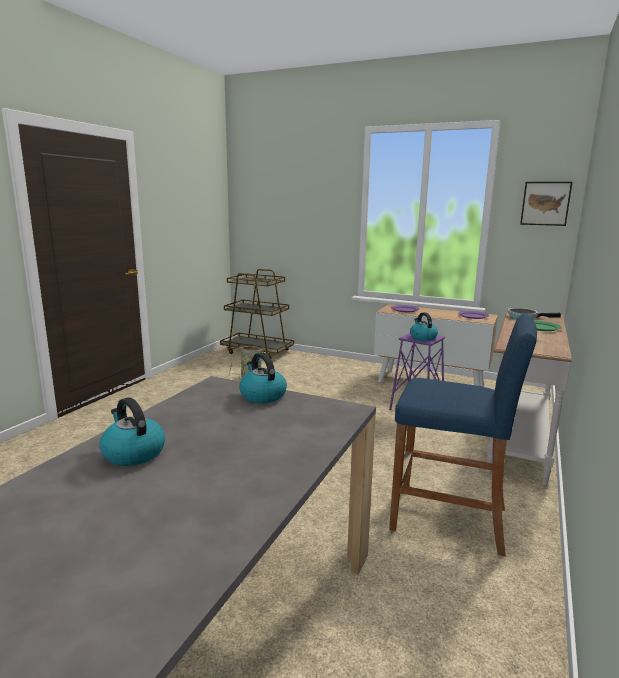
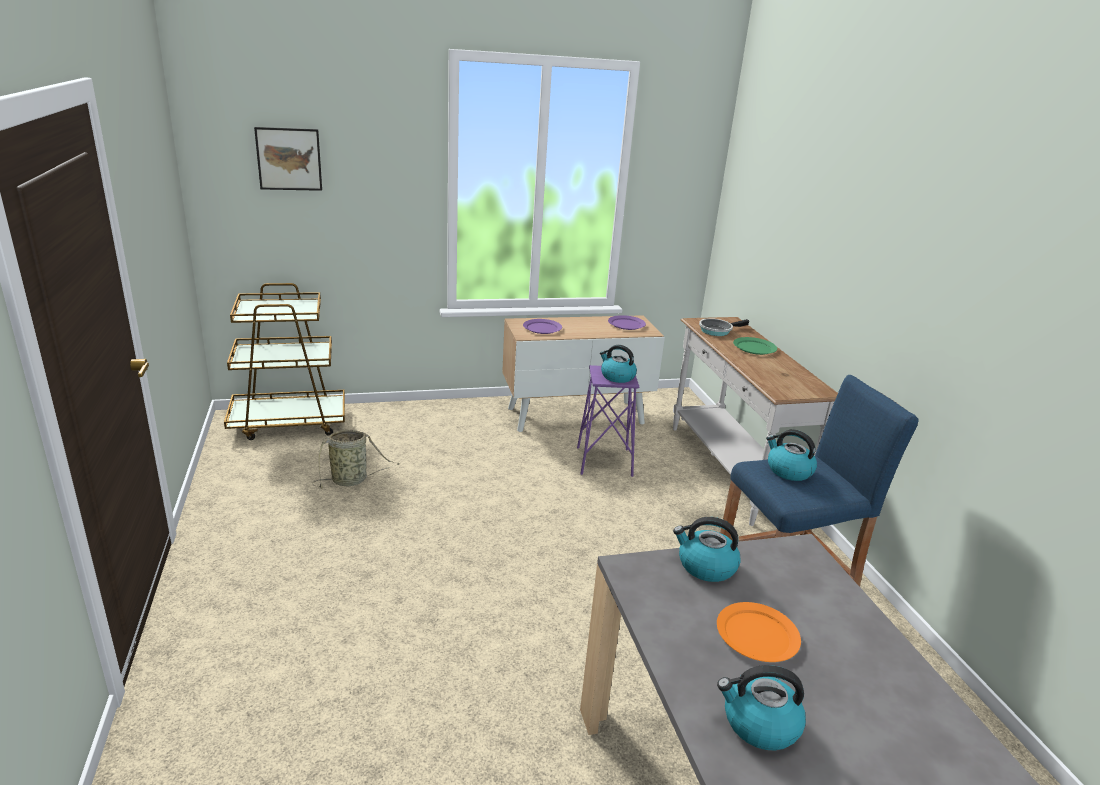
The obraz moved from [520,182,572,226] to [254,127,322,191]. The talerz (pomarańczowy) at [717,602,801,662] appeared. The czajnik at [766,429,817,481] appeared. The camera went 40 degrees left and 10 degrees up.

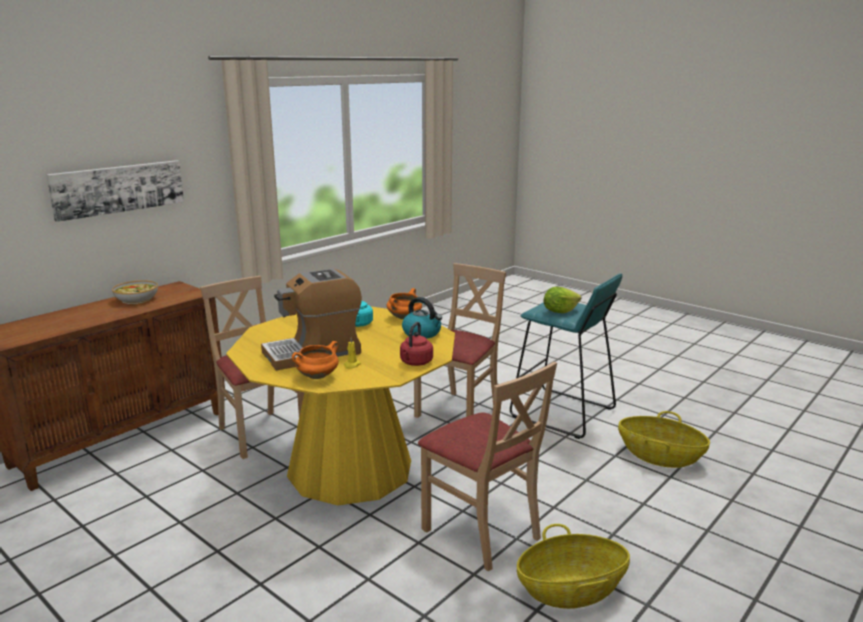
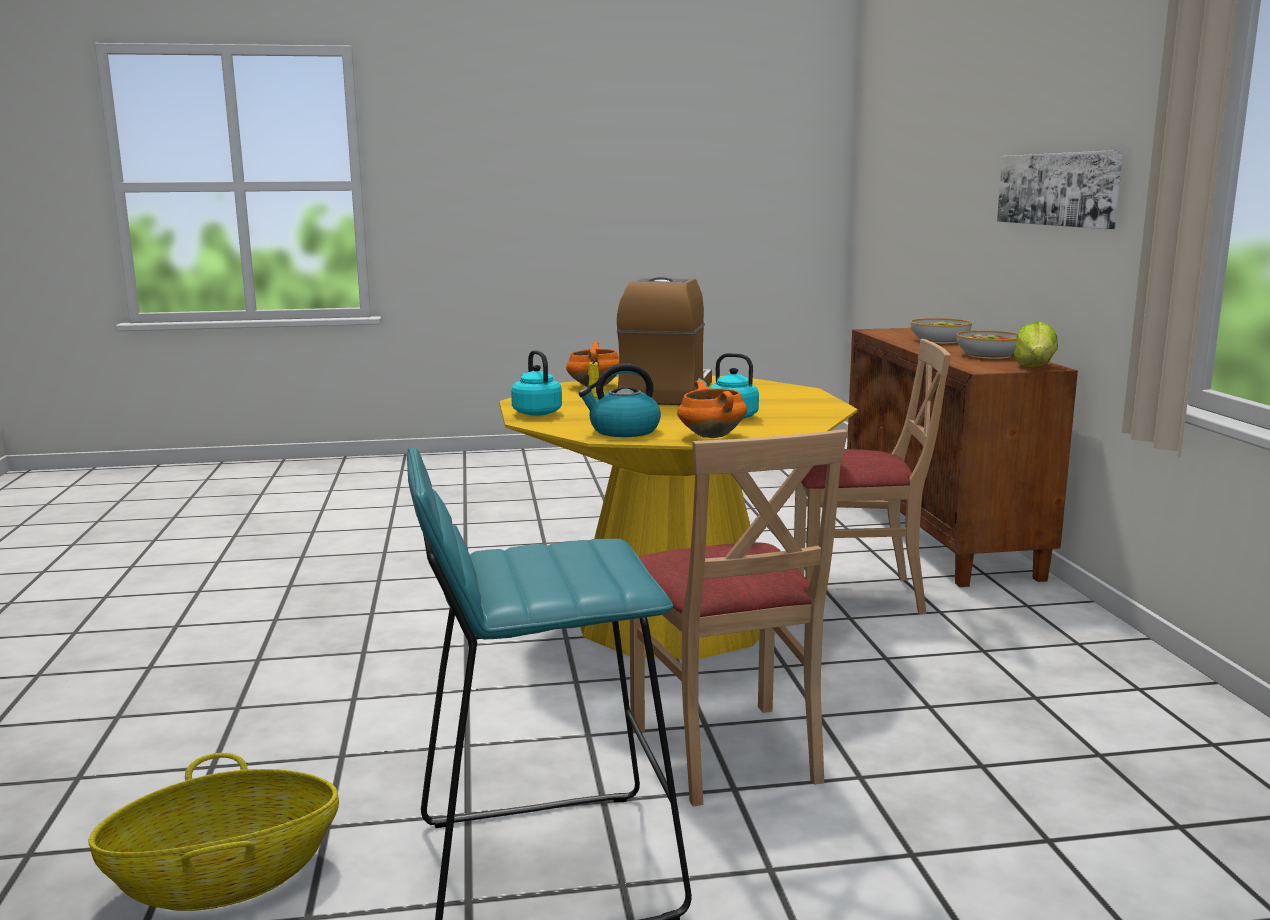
The czajnik (czerwony) at [400,322,433,366] became the czajnik (turkusowy) at [511,350,562,416]. The miska at [911,318,972,343] appeared. The sałata moved from [544,287,582,313] to [1014,322,1058,367]. The krzesło (beżowy) at [418,361,557,572] disappeared. The koszyk at [517,524,630,609] disappeared. The camera went 130 degrees right and 5 degrees down.

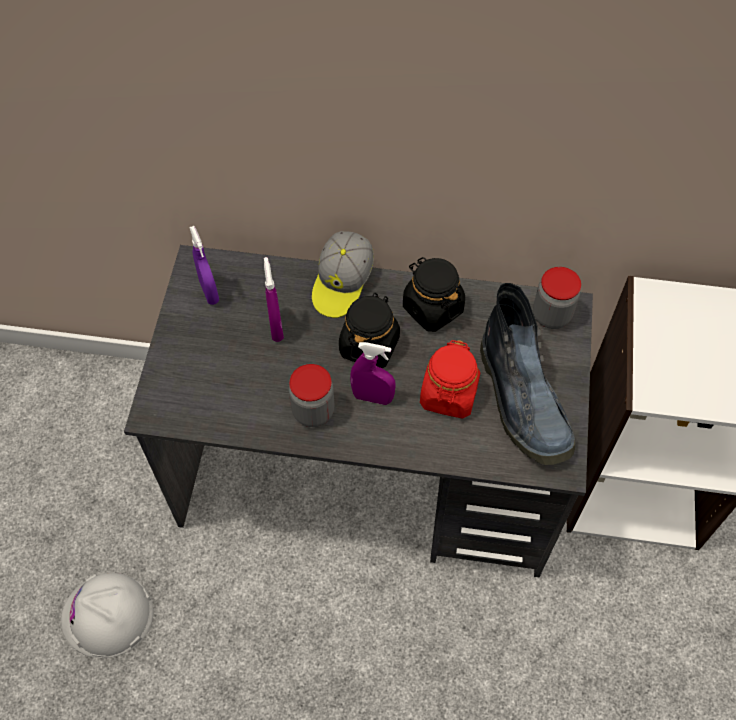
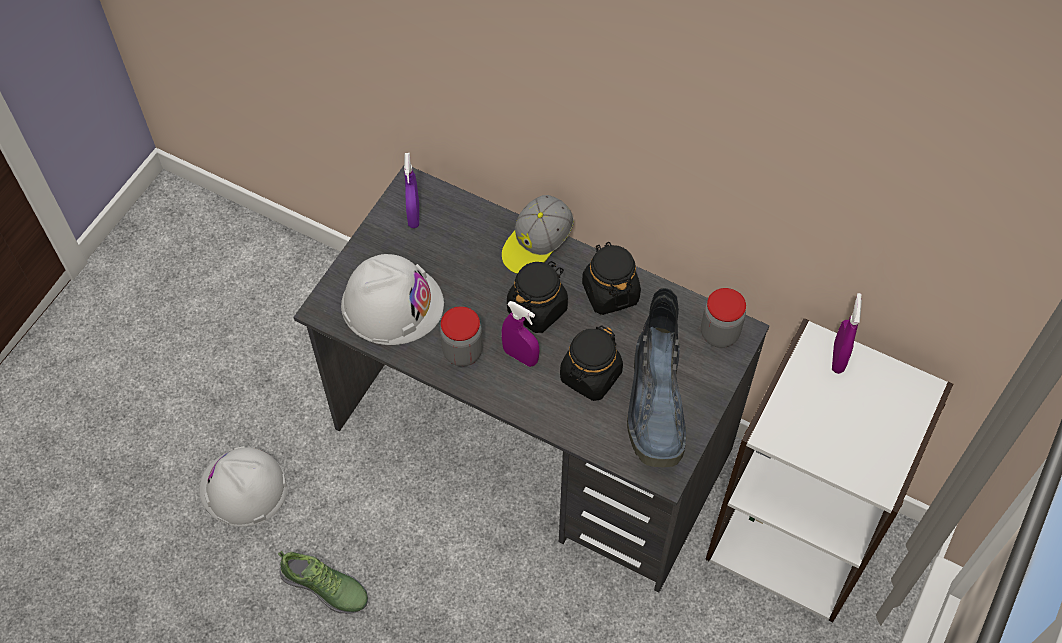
The but at [278,551,368,614] appeared. The kask (biały) at [341,254,444,345] appeared. The słoik (czerwony) at [420,340,480,419] became the słoik (czarny) at [560,325,623,401]. The spryskiwacz (fioletowy) moved from [264,257,284,342] to [832,293,862,374]. The camera went 20 degrees right and 0 degrees up.

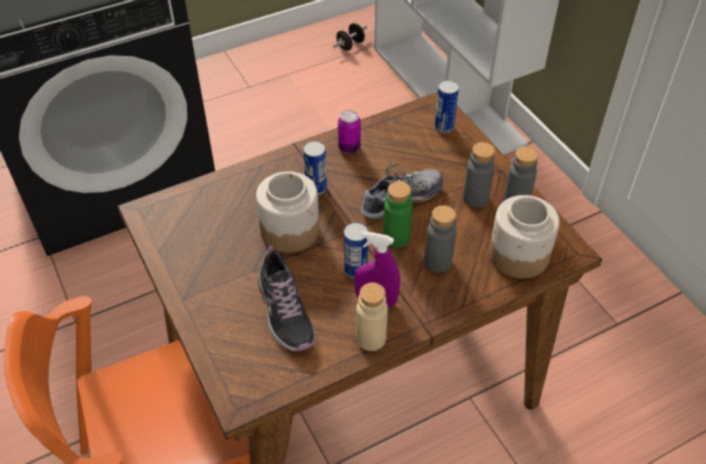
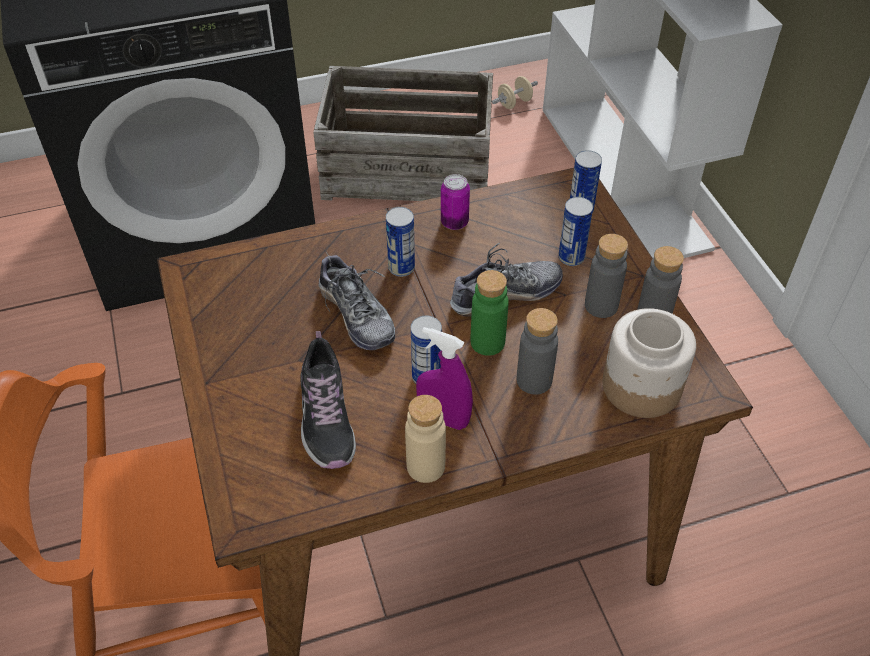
The skrzynka at [313,66,493,201] appeared. The słoik at [256,171,319,253] was replaced by the but at [318,252,395,350]. The hantel (czarny) at [333,23,367,51] became the hantel (beżowy) at [492,76,538,109]. The puszka at [558,197,593,266] appeared. The camera went 10 degrees right and 0 degrees up.

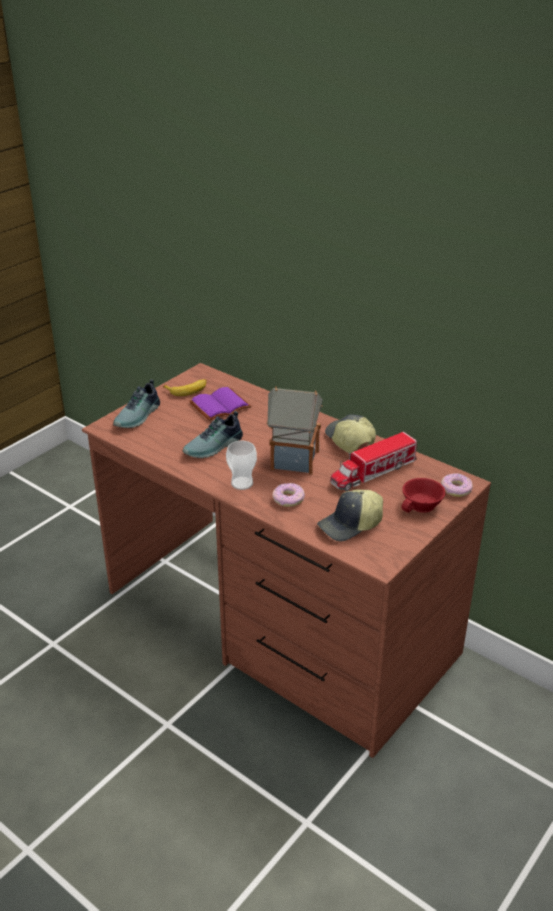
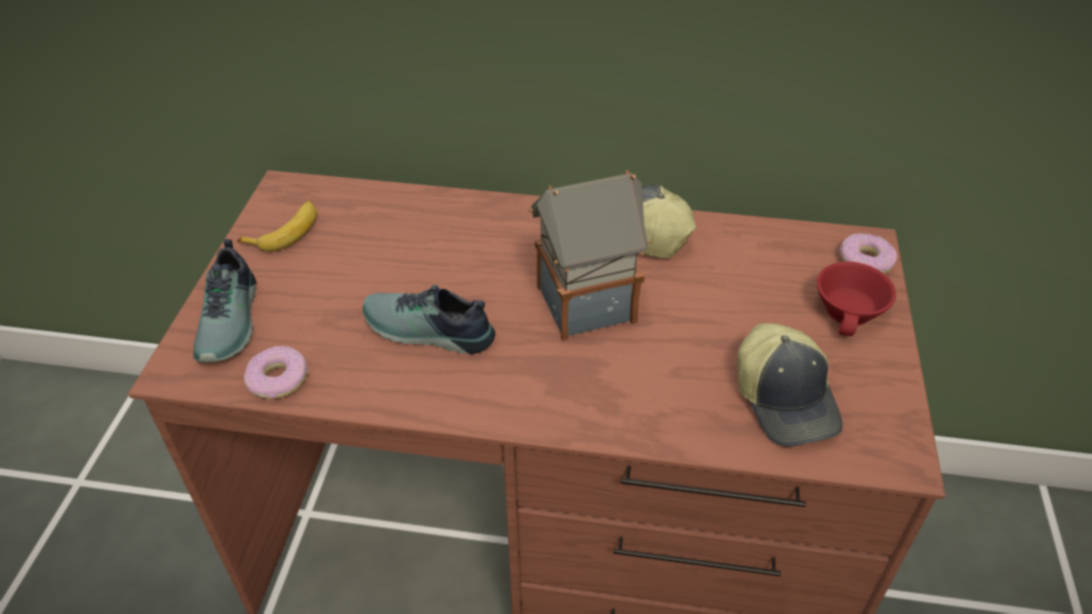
The donut moved from [272,483,305,507] to [244,346,308,399]. The but at [183,411,243,458] turned 90 degrees clockwise. The czapka z daszkiem at [317,489,383,541] turned 45 degrees counterclockwise. The książka (fioletowy) at [189,387,252,421] disappeared. The filiżanka at [226,441,257,490] disappeared. The ciężarówka zabawkowa at [330,432,417,491] disappeared. The camera went 30 degrees left and 10 degrees up.

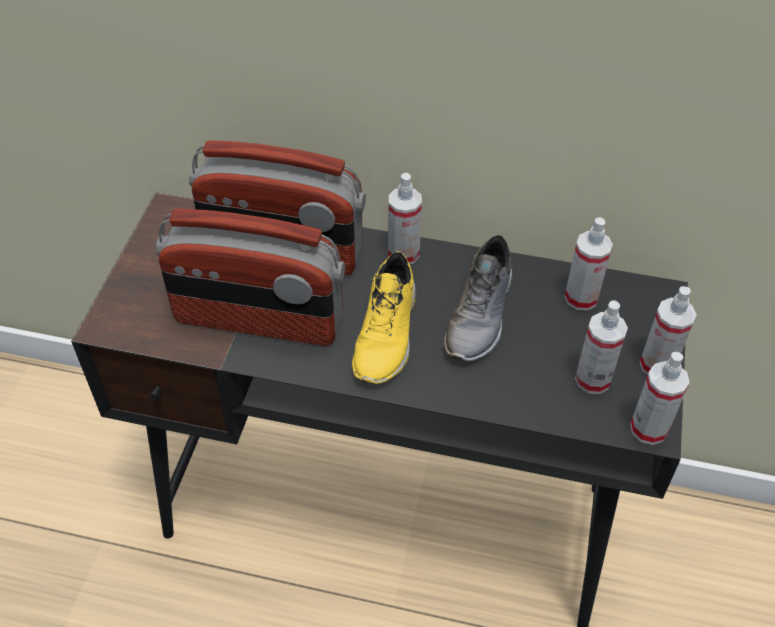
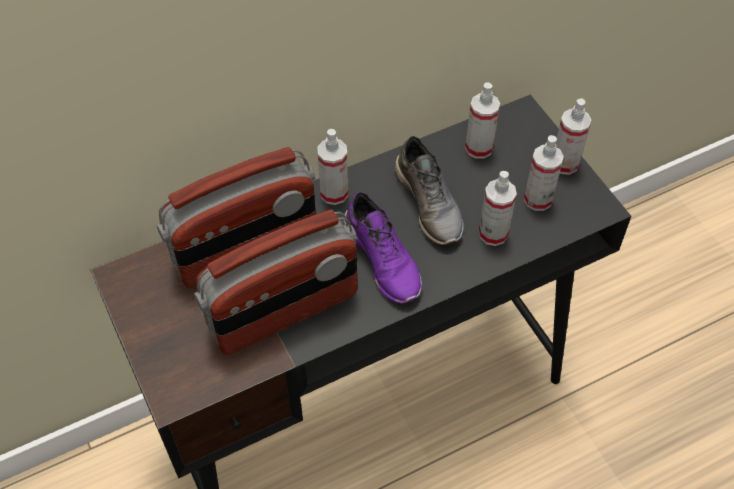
The but (żółty) at [352,251,416,384] became the but (fioletowy) at [343,192,422,304]. The spryskiwacz moved from [630,352,690,445] to [479,171,517,246]. The camera went 40 degrees left and 5 degrees up.

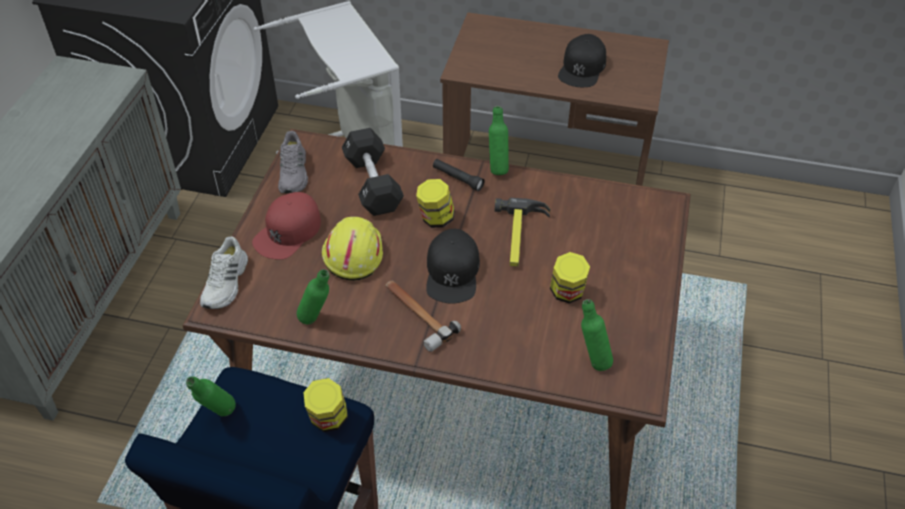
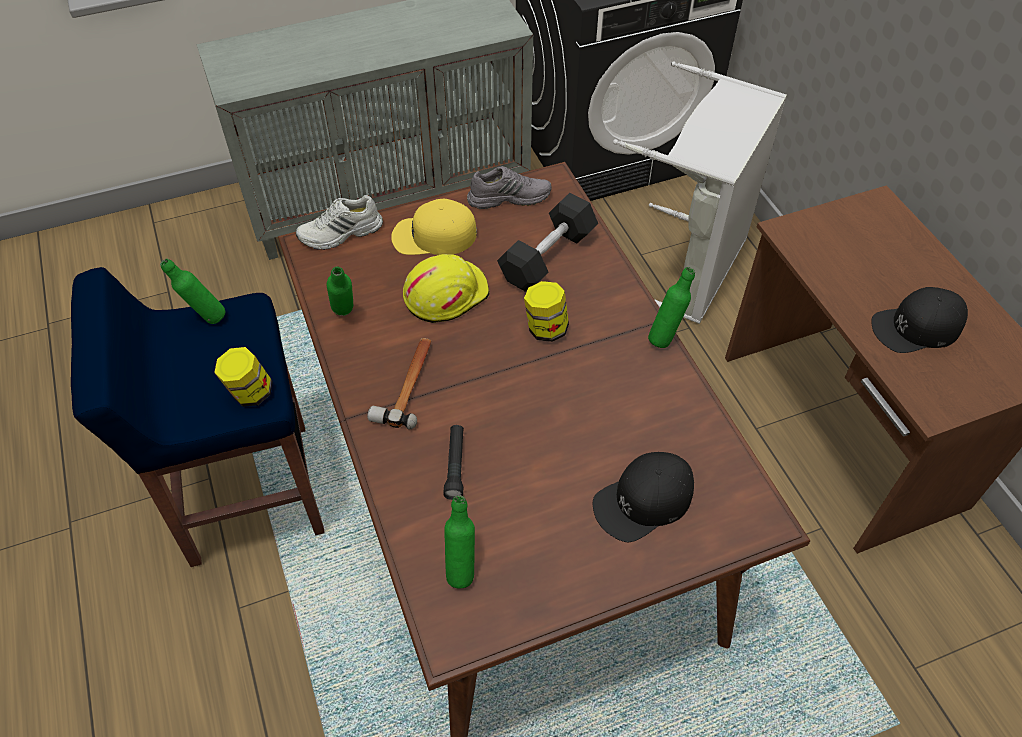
The czapka z daszkiem (czerwony) at [252,192,321,260] became the czapka z daszkiem (żółty) at [391,199,477,255]. The latarka (czarny) moved from [433,159,484,191] to [443,425,464,500]. The but (szary) at [278,131,308,193] turned 150 degrees counterclockwise. The czapka z daszkiem (czarny) moved from [426,229,480,303] to [593,452,694,542]. The młotek at [495,198,550,267] disappeared. The słoik at [550,252,590,304] disappeared. The camera went 55 degrees right and 5 degrees up.

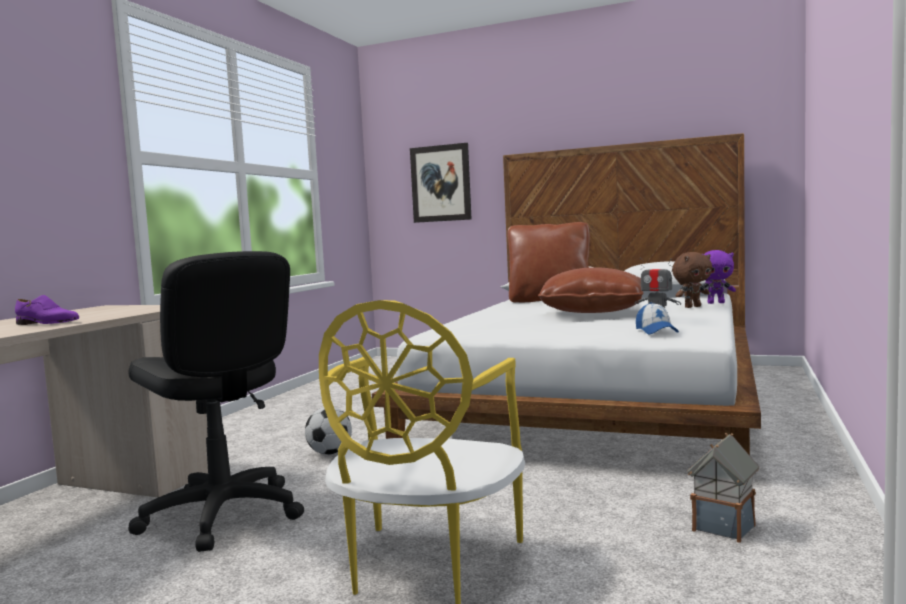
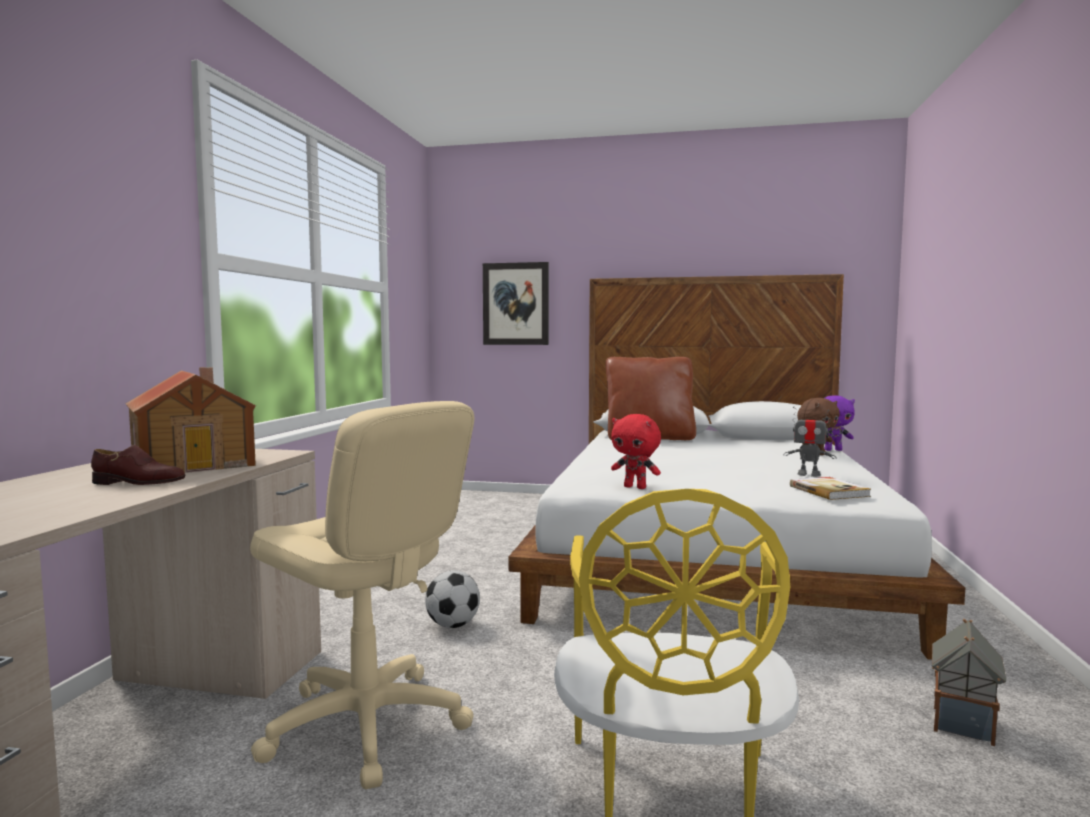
The but (fioletowy) at [15,295,79,325] became the but (brązowy) at [91,445,186,485]. The domek at [126,367,256,473] appeared. The krzesło biurowe (czarny) at [128,251,304,552] became the krzesło biurowe (beżowy) at [250,401,474,789]. The pluszak (czerwony) at [611,414,661,489] appeared. The czapka z daszkiem at [636,302,679,335] was replaced by the książka at [790,477,871,500]. The poduszka (brązowy) at [538,267,643,313] disappeared. The camera went 10 degrees left and 0 degrees up.

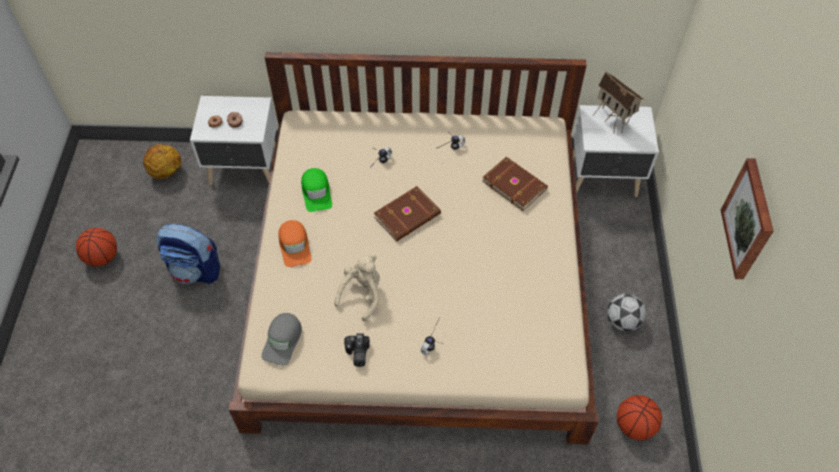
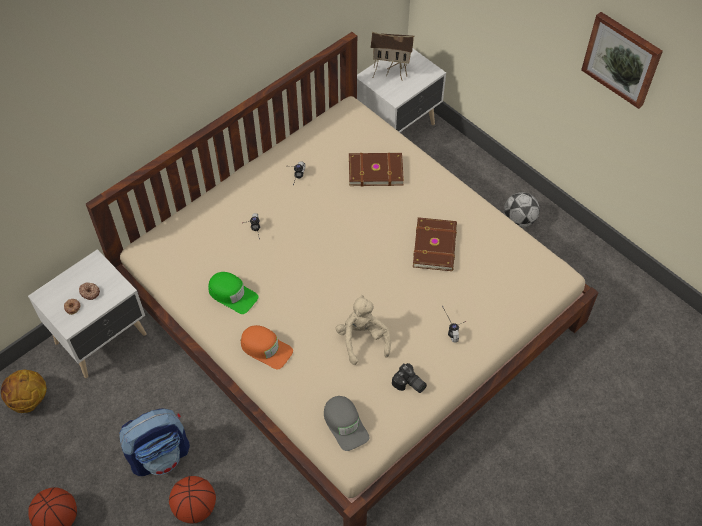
The piłka do koszykówki moved from [617,395,662,440] to [169,476,216,524]. The książka (brązowy) moved from [374,186,441,242] to [413,217,457,271]. The camera went 45 degrees left and 0 degrees up.

